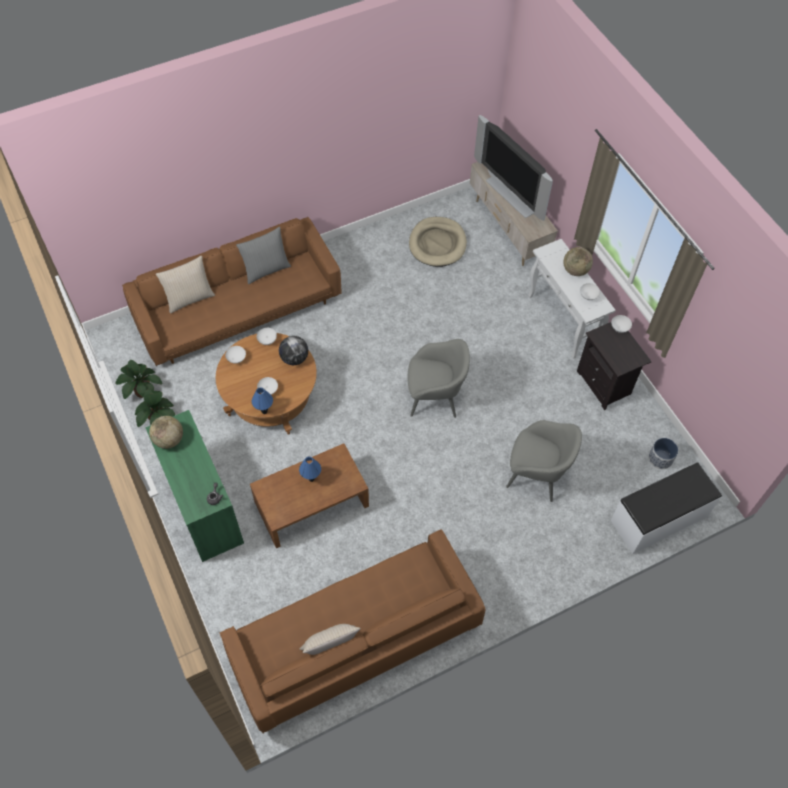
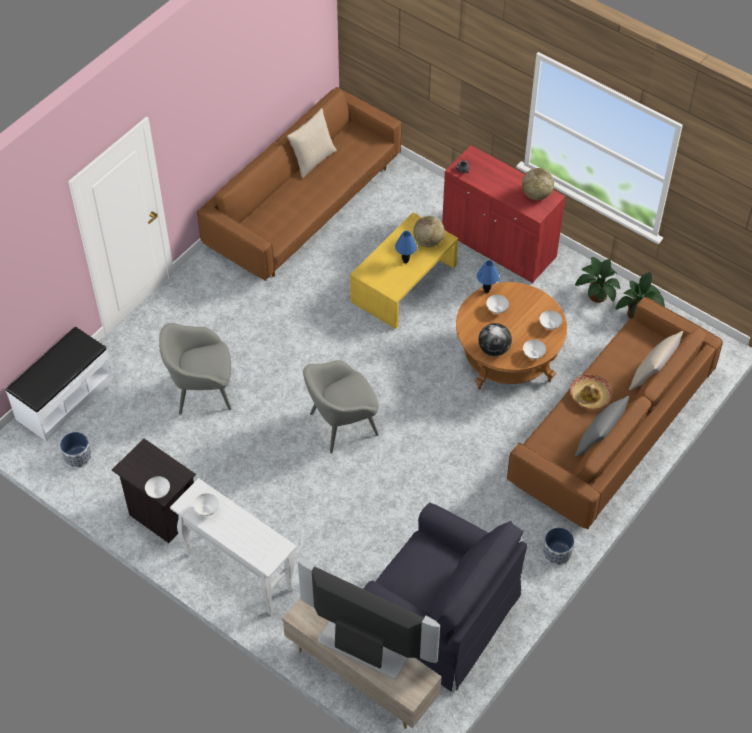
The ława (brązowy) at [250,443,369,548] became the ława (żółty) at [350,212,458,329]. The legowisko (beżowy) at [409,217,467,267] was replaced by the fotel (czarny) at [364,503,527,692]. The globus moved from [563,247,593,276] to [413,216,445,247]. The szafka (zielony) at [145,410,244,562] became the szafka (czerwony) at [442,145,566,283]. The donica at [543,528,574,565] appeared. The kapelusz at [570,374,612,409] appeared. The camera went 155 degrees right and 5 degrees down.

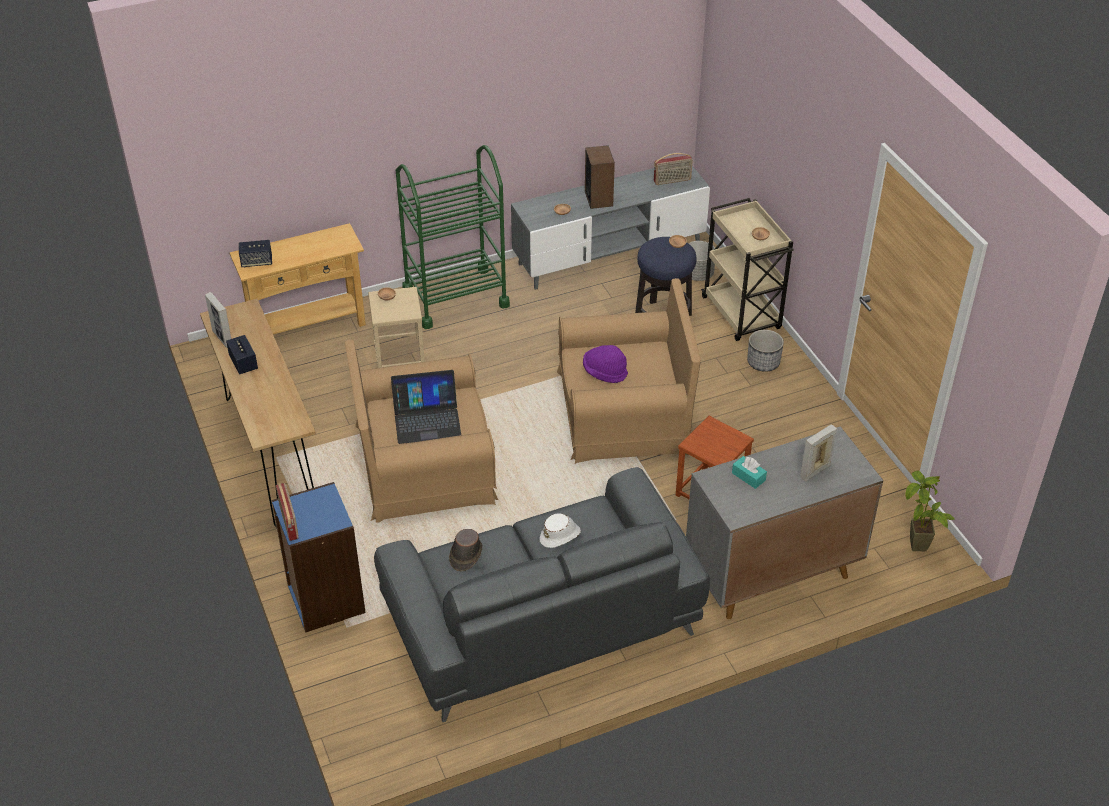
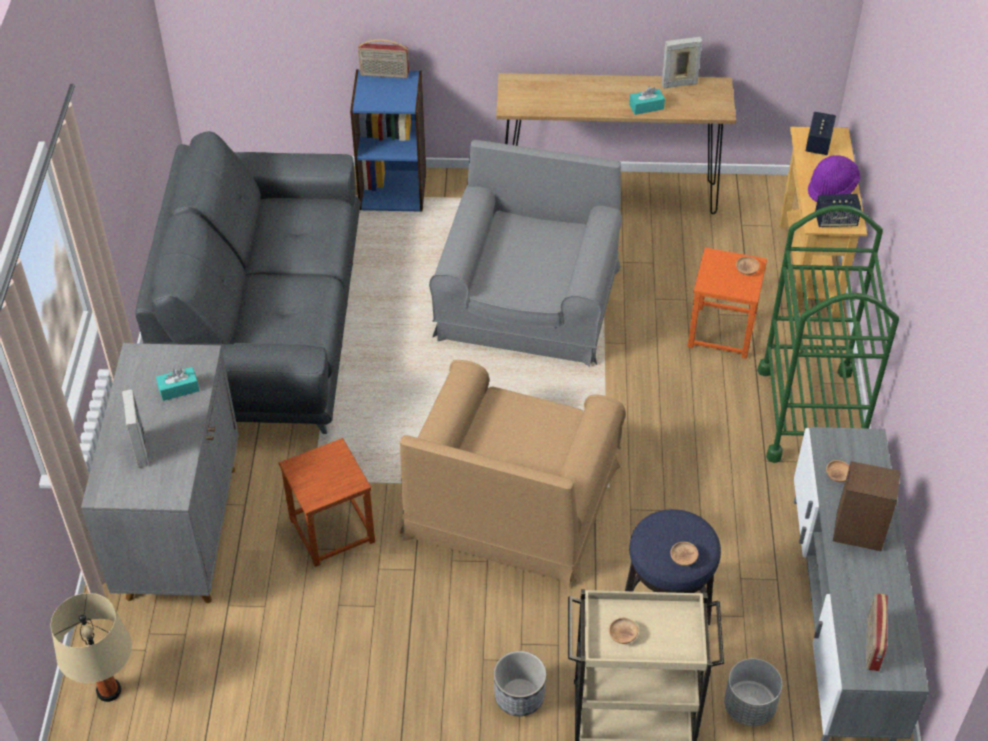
The roślina doniczkowa at [905,471,955,551] was replaced by the lampa stołowa (beżowy) at [50,593,132,702]. The fotel (brązowy) at [345,339,498,523] became the fotel (szary) at [429,140,622,367]. The pudełko chusteczek (turkusowy) at [629,87,665,115] appeared. The stołek (beżowy) at [368,287,425,368] became the stołek (pomarańczowy) at [688,248,767,359]. The kapelusz (fioletowy) moved from [583,345,628,383] to [808,155,860,202]. The głośnik moved from [226,335,258,374] to [815,194,862,227]. The laptop at [391,370,461,444] disappeared. The kapelusz (brązowy) at [449,529,482,571] disappeared. The kapelusz (biały) at [539,513,581,548] disappeared. The camera went 115 degrees right and 5 degrees up.

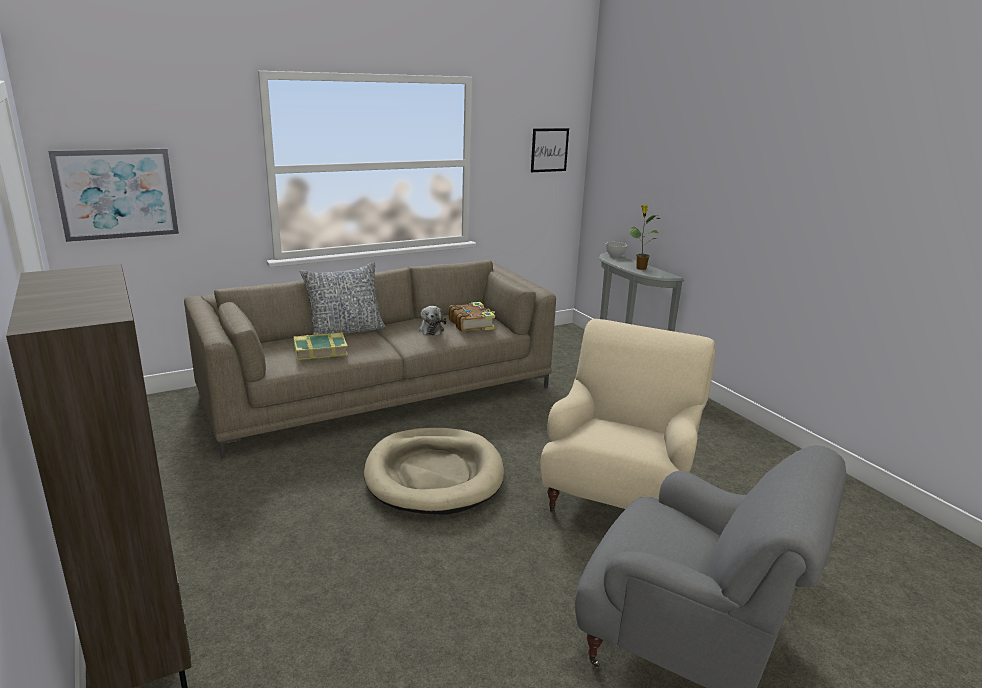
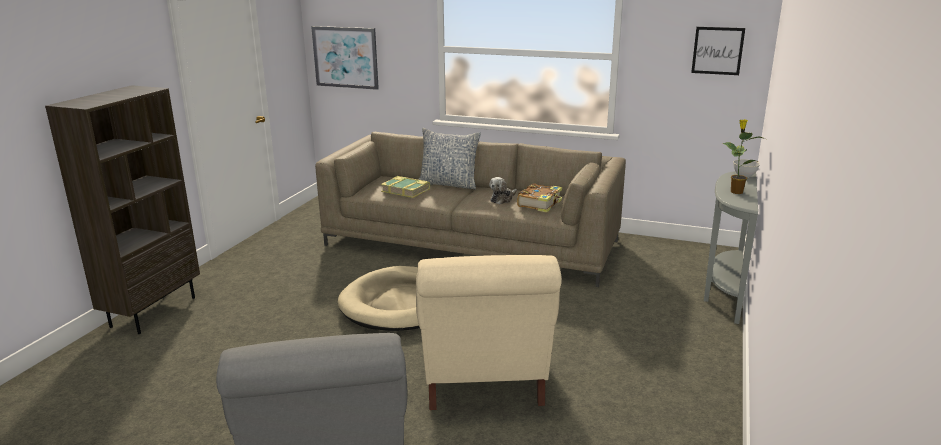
The fotel (beżowy) at [540,319,716,512] turned 105 degrees clockwise. The camera went 50 degrees right and 0 degrees up.

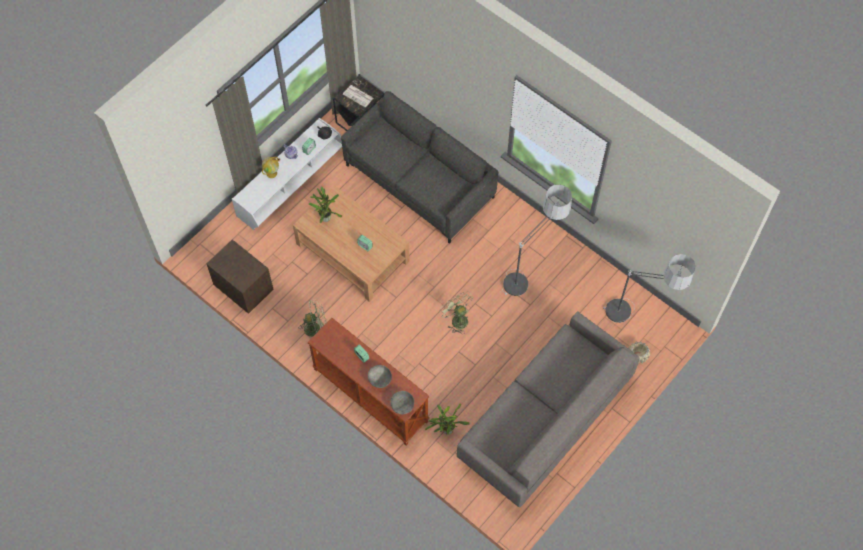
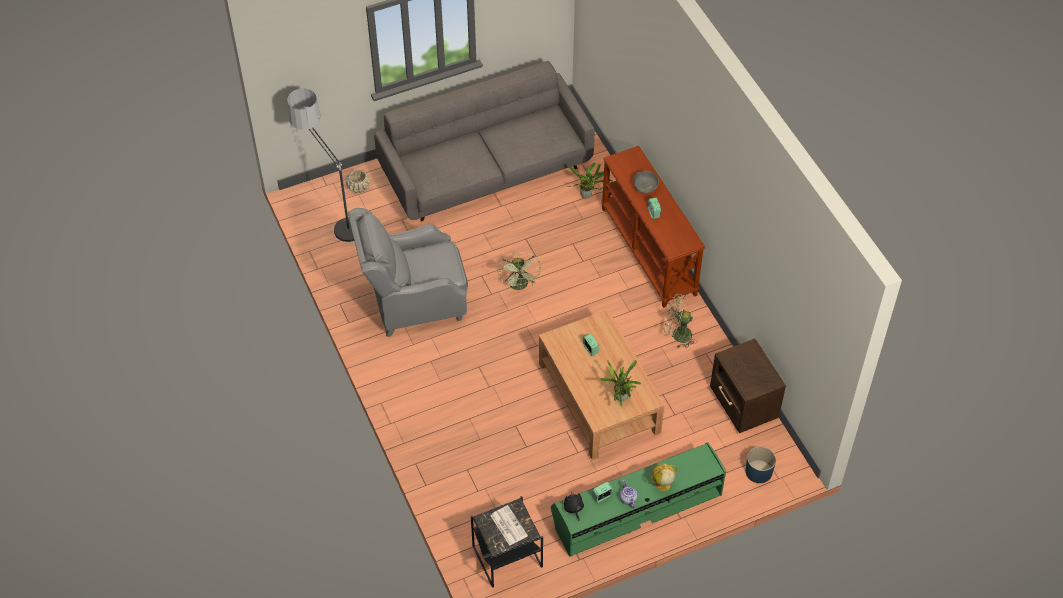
The lampa stojąca at [502,184,572,296] was replaced by the fotel (szary) at [348,208,468,337]. The szafka pod telewizor (biały) at [232,118,342,230] became the szafka pod telewizor (zielony) at [551,442,726,557]. The donica (niebieski) at [745,446,776,483] appeared. The kanapa (szary) at [341,91,499,244] disappeared. The miska (szary) at [390,391,414,414] disappeared. The camera went 155 degrees left and 10 degrees down.

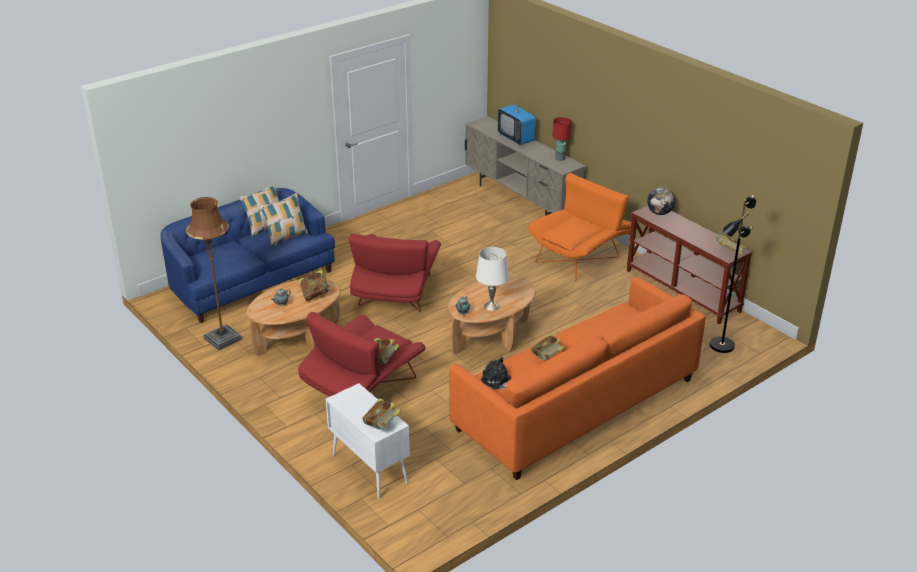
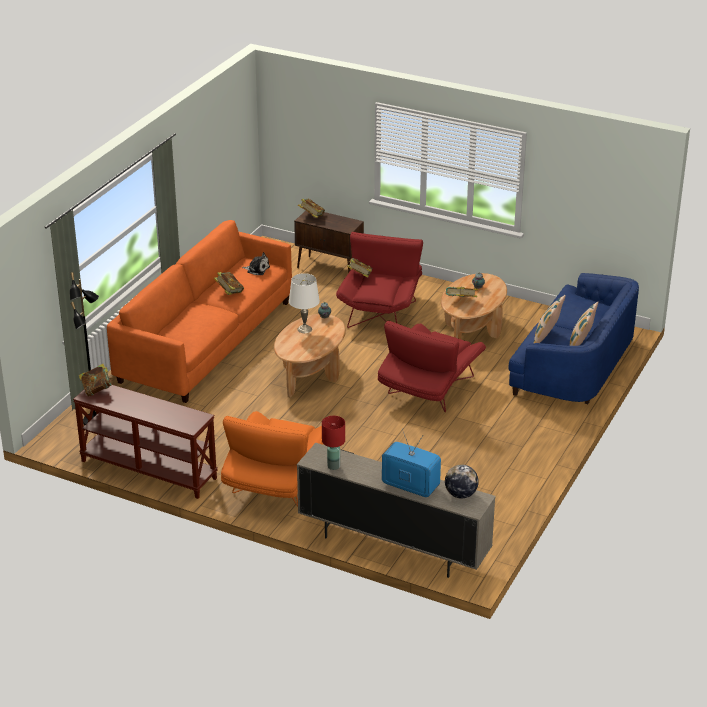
The szafka (biały) at [326,383,410,499] became the szafka (brązowy) at [294,211,364,273]. The fotel (czerwony) at [349,233,441,312] turned 135 degrees counterclockwise. The globus moved from [647,188,675,215] to [445,464,479,498]. The lampa stojąca (brązowy) at [186,197,242,351] disappeared. The camera went 155 degrees right and 0 degrees up.

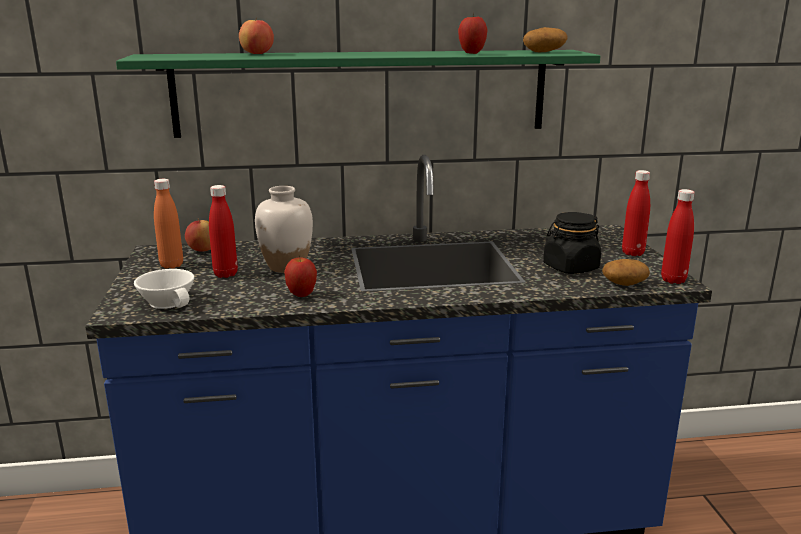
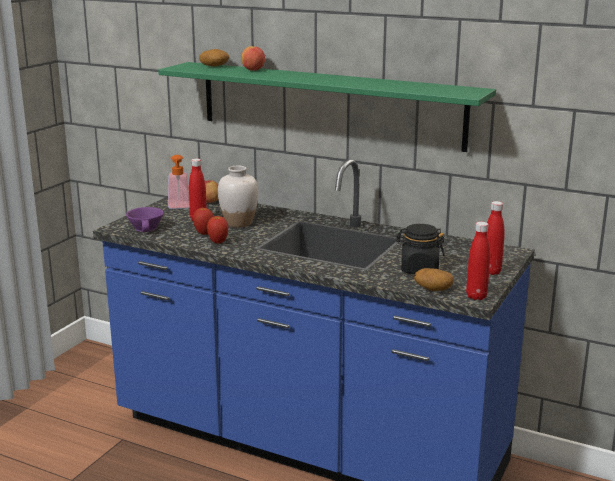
The filiżanka (biały) at [134,269,194,309] became the filiżanka (fioletowy) at [126,207,164,232]. The butelka (pomarańczowy) at [154,179,183,268] was replaced by the dozownik mydła at [168,155,190,209]. The jabłko moved from [458,13,488,54] to [193,208,214,235]. The ziemniak moved from [523,27,568,52] to [199,49,229,67]. The camera went 35 degrees right and 0 degrees up.

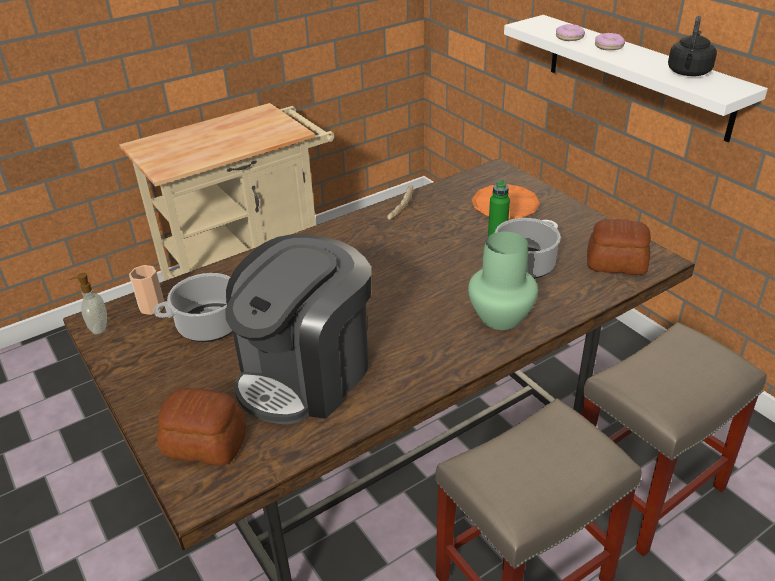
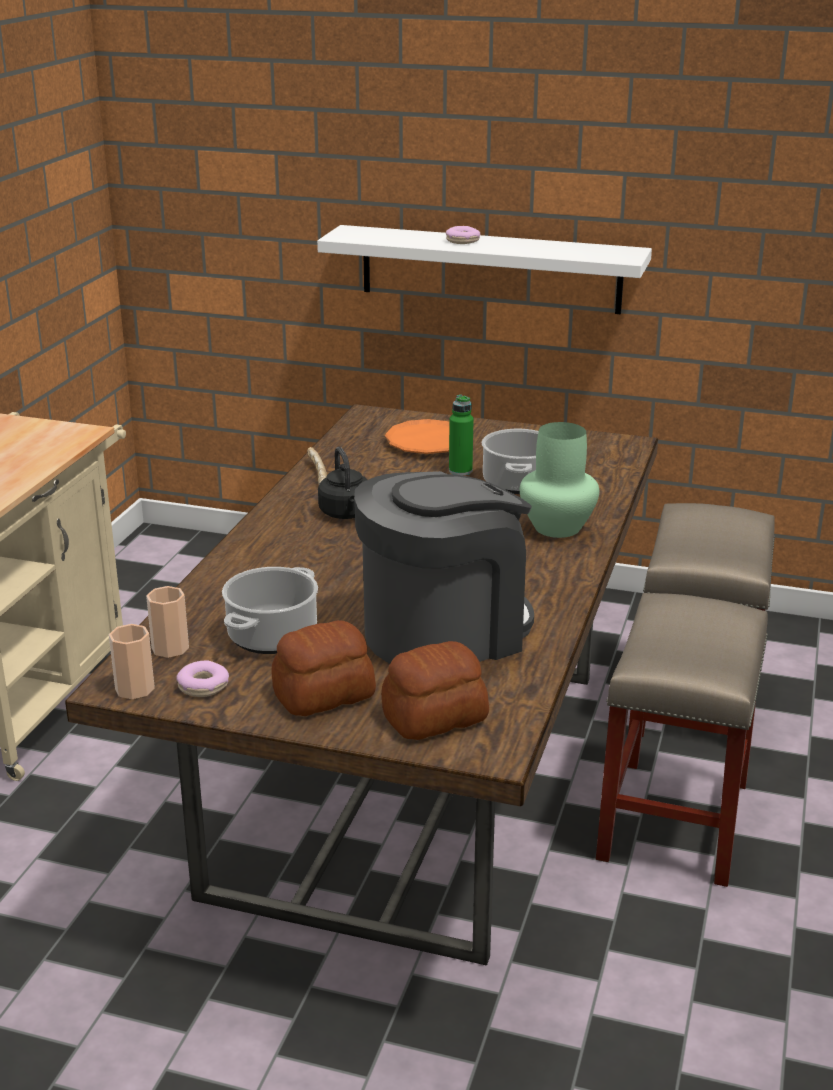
The dozownik mydła at [69,273,107,334] was replaced by the filiżanka at [109,624,155,699]. The donut moved from [556,24,585,41] to [176,660,229,697]. The chleb moved from [587,219,651,275] to [271,620,376,716]. The czajnik (czarny) moved from [668,16,717,76] to [318,447,368,519]. The ekspres do kawy at [225,234,371,424] turned 120 degrees counterclockwise. The camera went 40 degrees left and 10 degrees down.

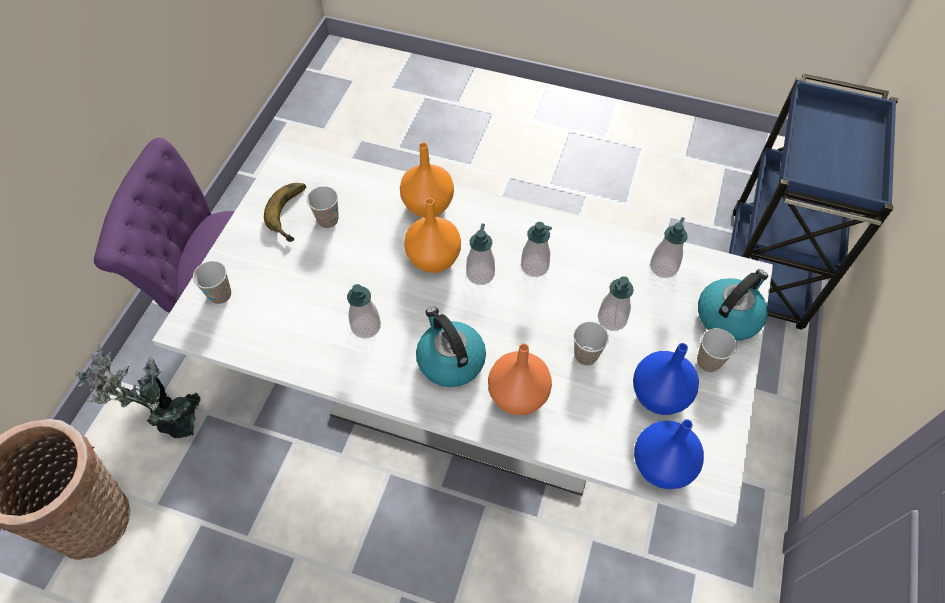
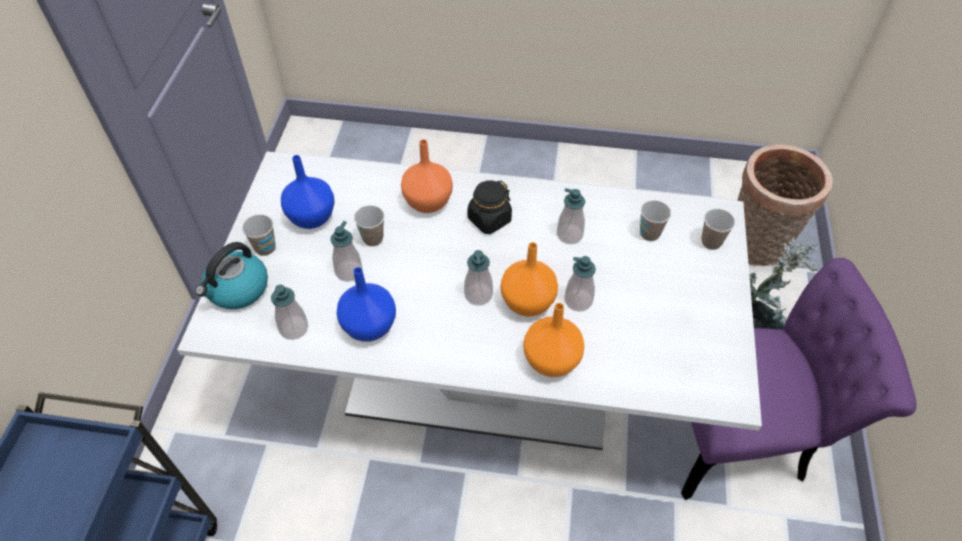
The wazon (niebieski) moved from [634,419,704,489] to [337,267,396,341]. The czajnik at [416,307,486,387] was replaced by the słoik (czarny) at [467,180,512,234]. The dozownik mydła moved from [521,222,552,277] to [564,256,596,311]. The filiżanka moved from [307,186,339,228] to [640,200,671,241]. The banan at [264,183,306,242] disappeared. The camera went 170 degrees right and 5 degrees down.

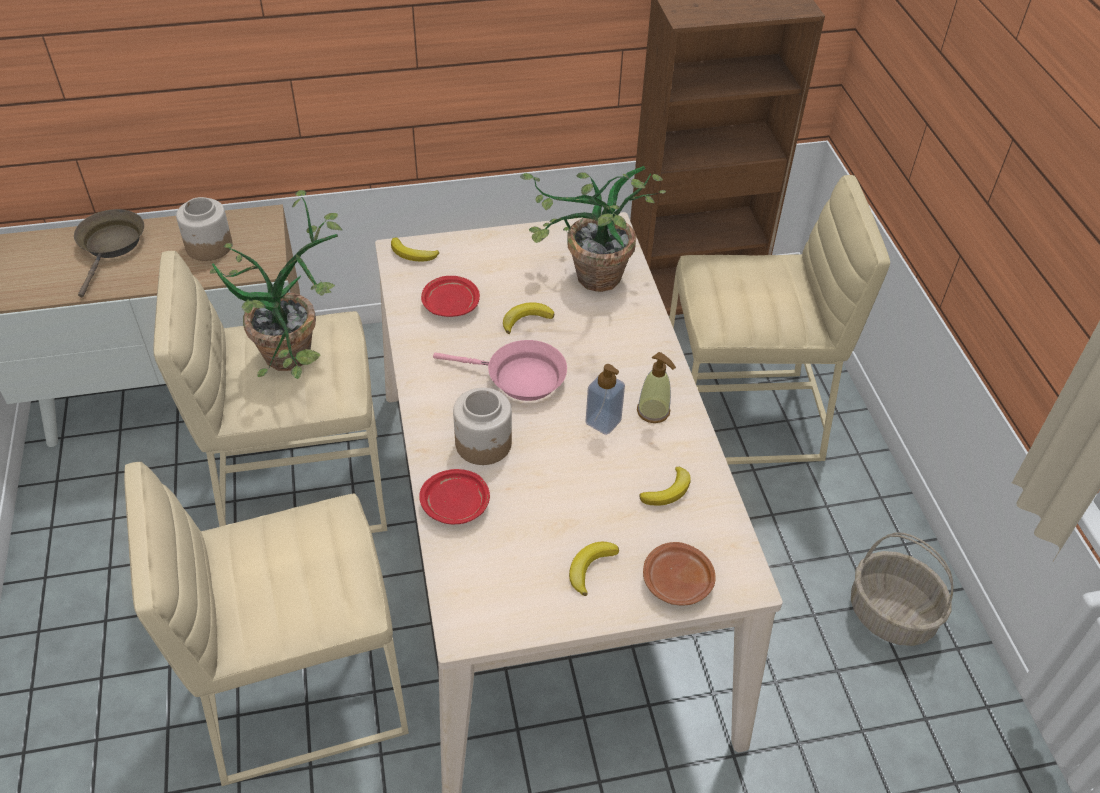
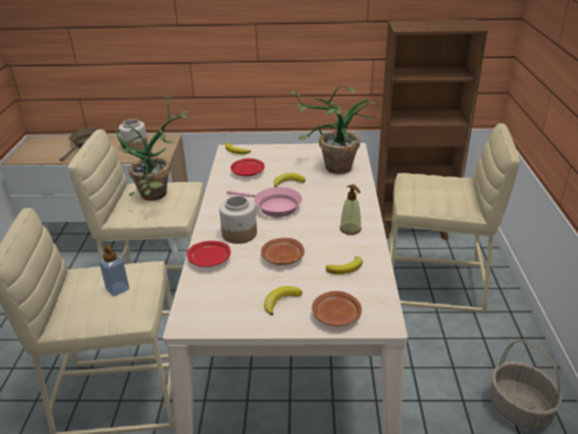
The dozownik mydła moved from [585,364,625,435] to [99,245,130,296]. The talerz (brązowy) at [261,238,304,265] appeared. The camera went 15 degrees right and 15 degrees down.

